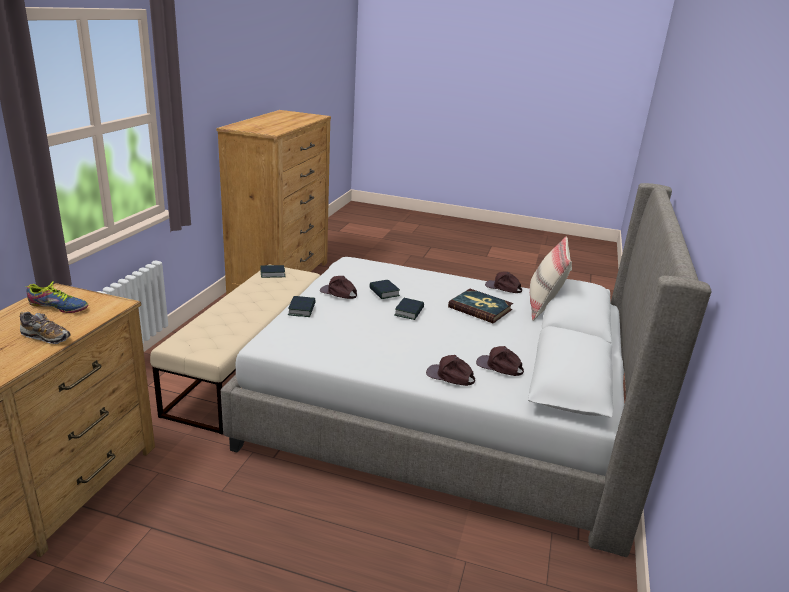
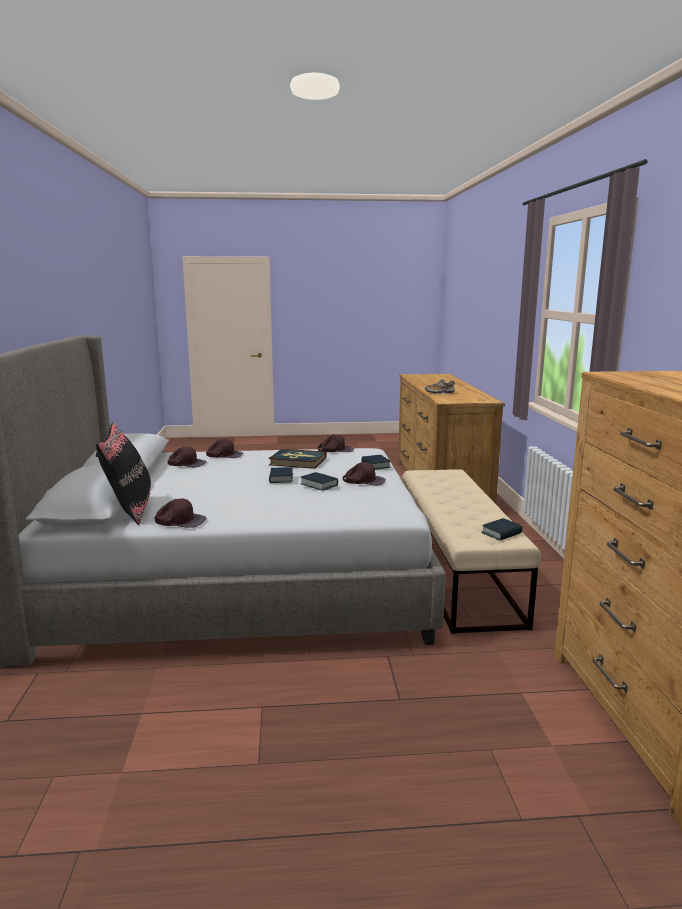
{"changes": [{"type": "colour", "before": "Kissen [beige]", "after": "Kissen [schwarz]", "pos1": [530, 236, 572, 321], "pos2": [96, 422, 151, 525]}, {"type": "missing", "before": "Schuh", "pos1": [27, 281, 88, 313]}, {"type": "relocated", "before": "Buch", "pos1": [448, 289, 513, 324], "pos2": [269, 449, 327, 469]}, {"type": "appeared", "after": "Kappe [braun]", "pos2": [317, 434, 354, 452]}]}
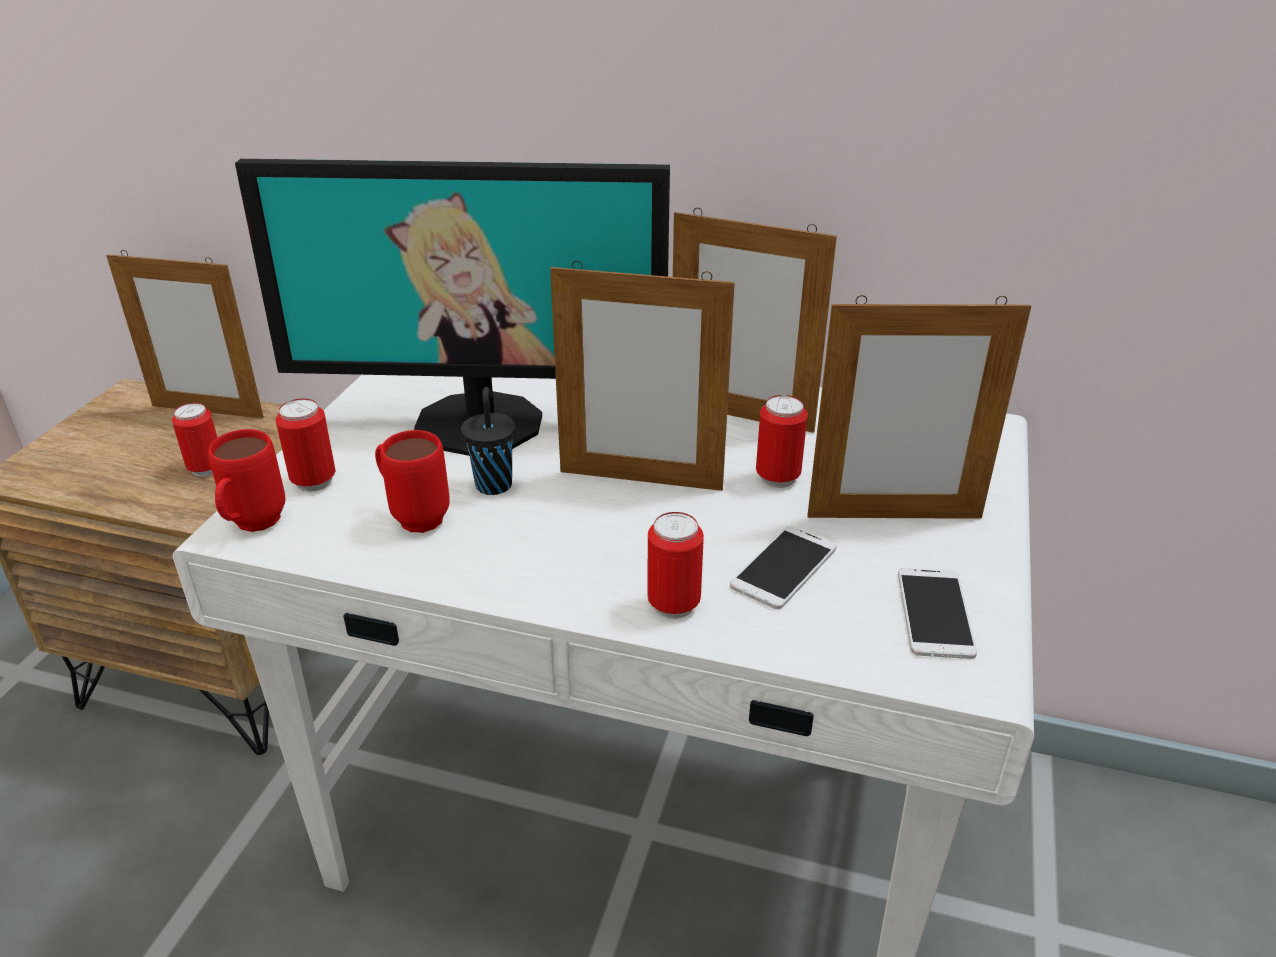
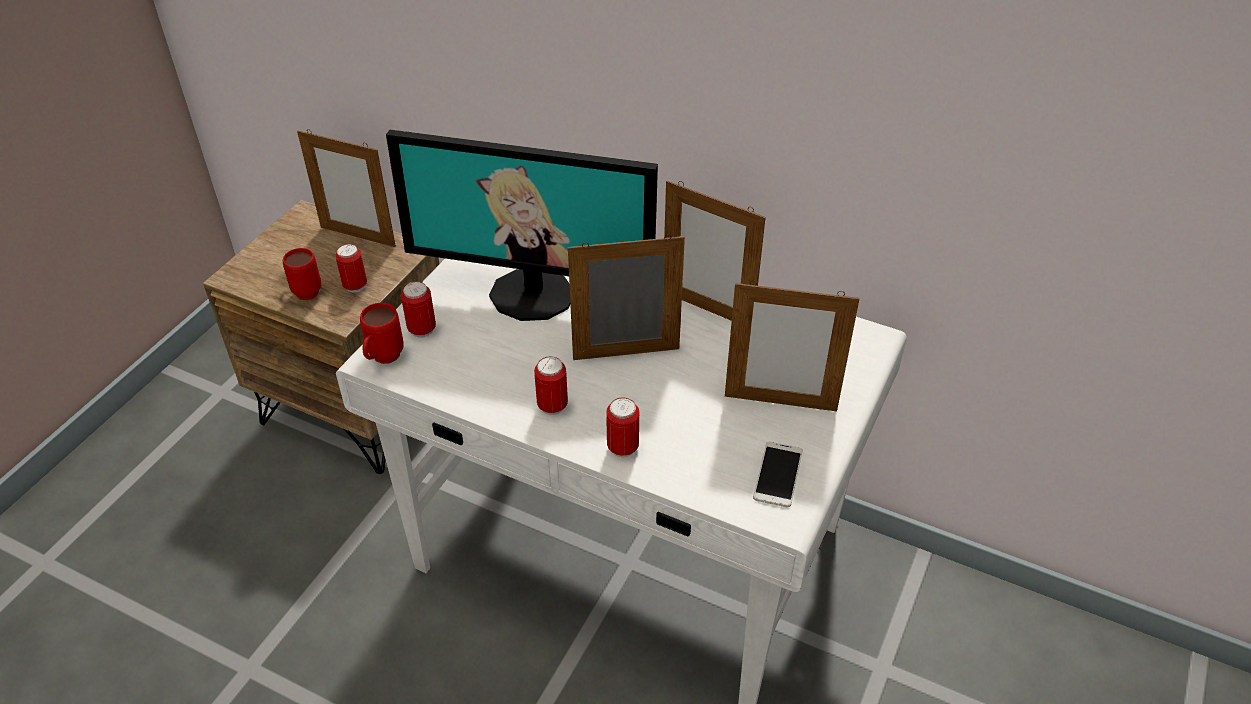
{"changes": [{"type": "spun", "before": "Bilderrahmen", "pos1": [550, 261, 735, 491], "pos2": [568, 235, 685, 360], "turn": 150}, {"type": "missing", "before": "Tasse [schwarz]", "pos1": [461, 387, 516, 495]}, {"type": "relocated", "before": "Dose", "pos1": [756, 395, 808, 488], "pos2": [534, 356, 568, 415]}, {"type": "relocated", "before": "Henkelbecher [rot]", "pos1": [375, 430, 450, 533], "pos2": [283, 248, 321, 300]}, {"type": "missing", "before": "Handy", "pos1": [730, 526, 836, 609]}]}
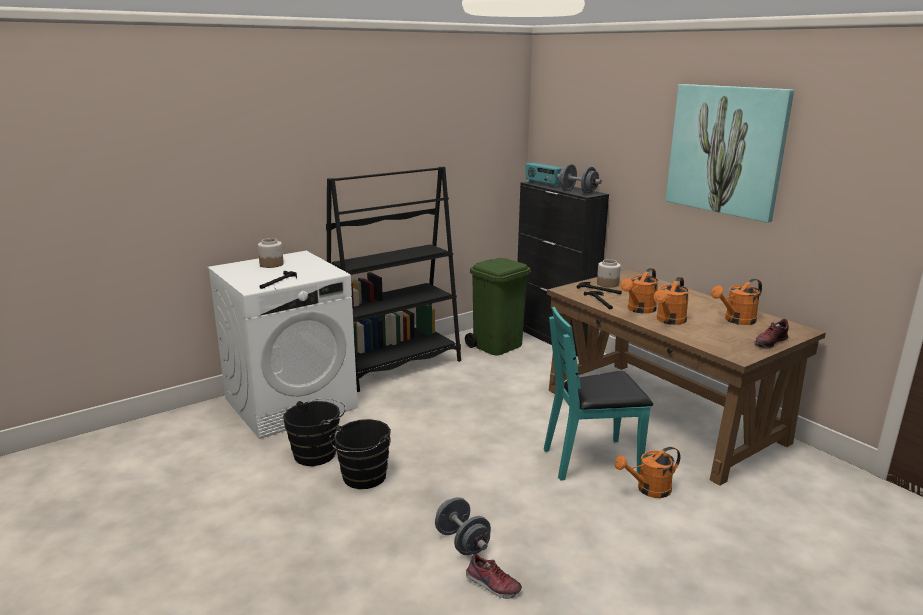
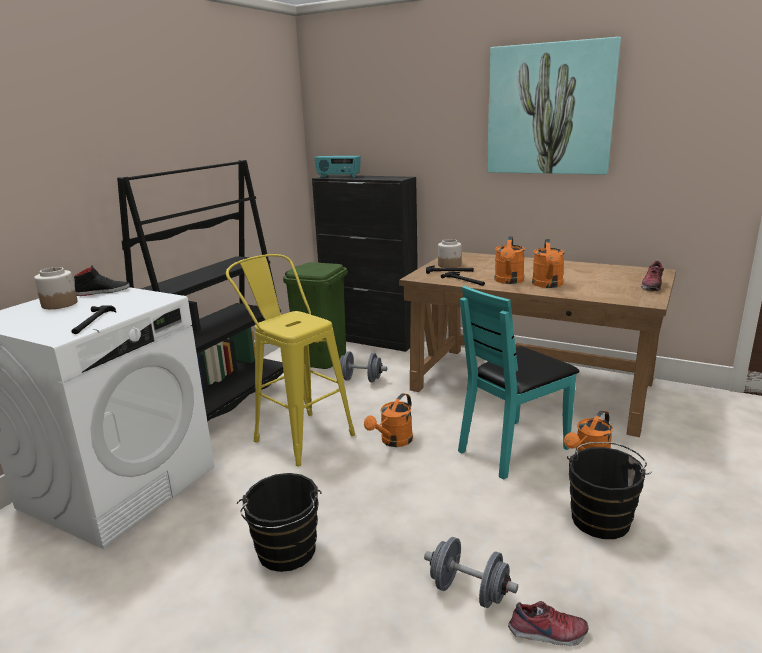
{"changes": [{"type": "relocated", "before": "Hantel [grau]", "pos1": [557, 164, 602, 194], "pos2": [340, 351, 387, 382]}, {"type": "relocated", "before": "Gießkanne [orange]", "pos1": [711, 279, 762, 325], "pos2": [364, 393, 413, 447]}, {"type": "relocated", "before": "Eimer [schwarz]", "pos1": [283, 398, 346, 466], "pos2": [567, 442, 652, 539]}, {"type": "appeared", "after": "Hocker [gelb]", "pos2": [226, 254, 355, 466]}, {"type": "appeared", "after": "Schuh [schwarz]", "pos2": [74, 266, 130, 296]}]}
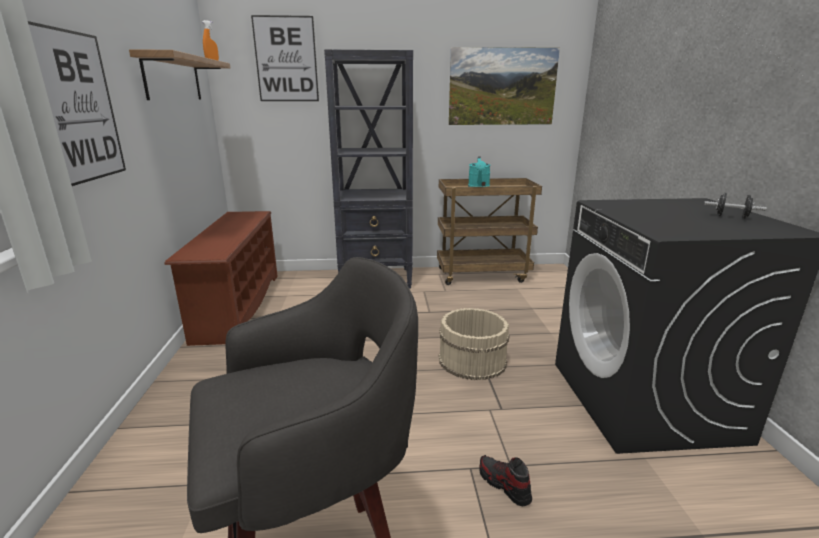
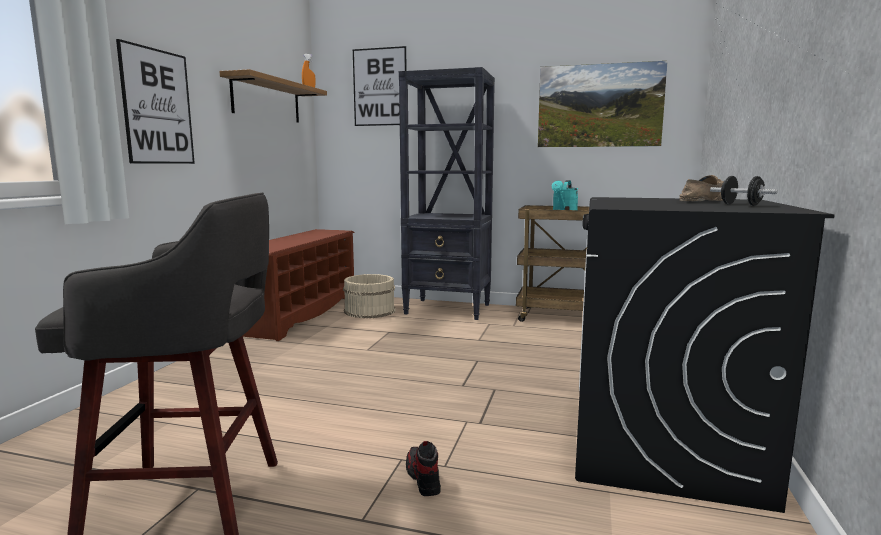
{"changes": [{"type": "relocated", "before": "Eimer [beige]", "pos1": [439, 308, 510, 380], "pos2": [343, 274, 395, 318]}, {"type": "appeared", "after": "Schuh [beige]", "pos2": [679, 175, 724, 202]}]}
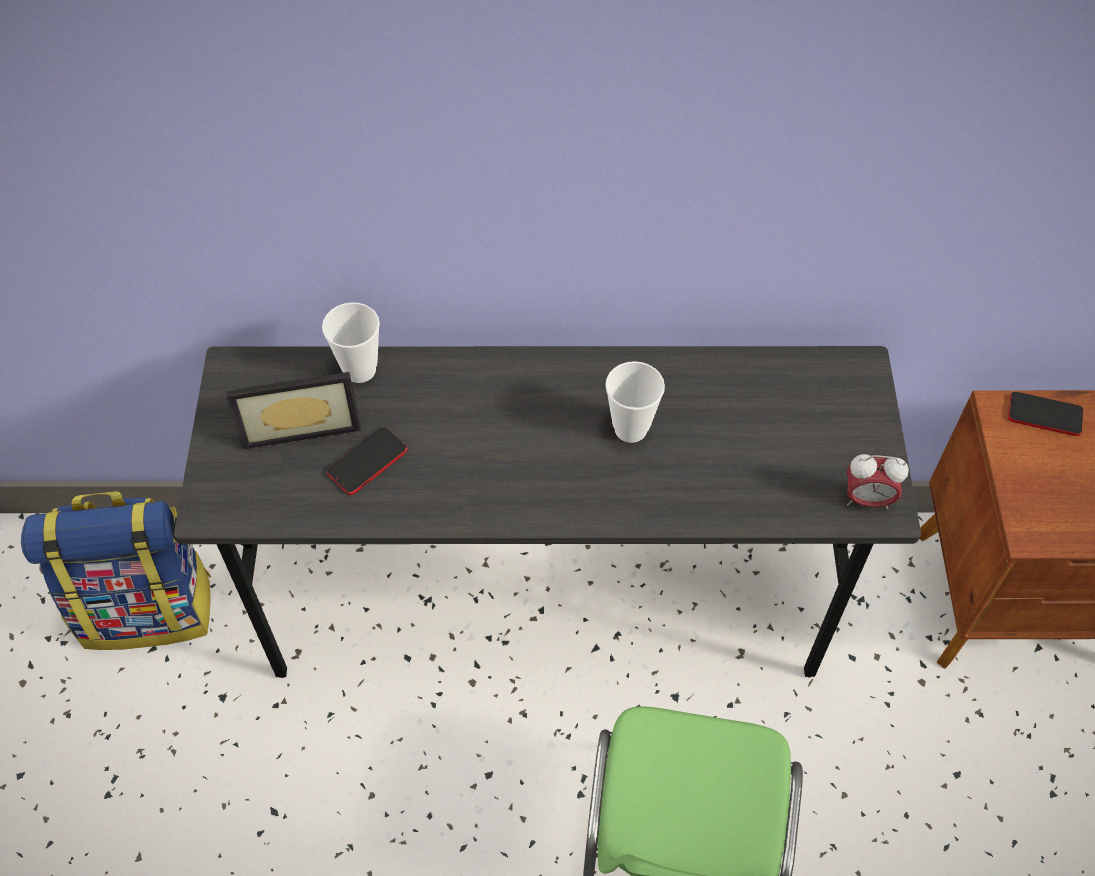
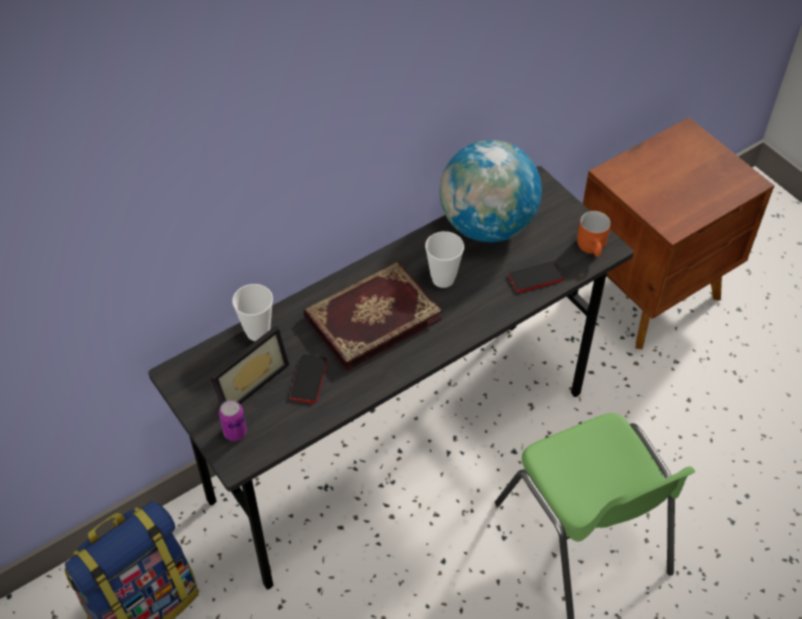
{"changes": [{"type": "relocated", "before": "Handy", "pos1": [1008, 392, 1084, 436], "pos2": [508, 261, 564, 292]}, {"type": "exchanged", "before": "Wecker", "after": "Henkelbecher [orange]", "pos1": [847, 454, 909, 509], "pos2": [577, 211, 611, 257]}, {"type": "appeared", "after": "Globus", "pos2": [440, 140, 542, 242]}, {"type": "appeared", "after": "Buch", "pos2": [304, 262, 442, 371]}, {"type": "appeared", "after": "Dose", "pos2": [219, 400, 247, 441]}]}
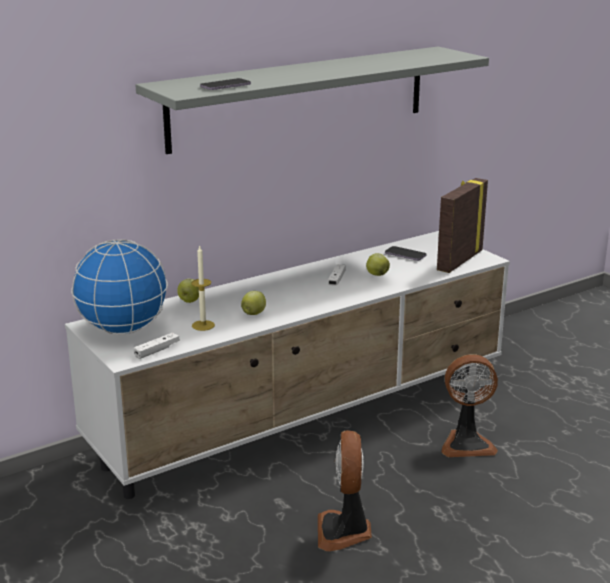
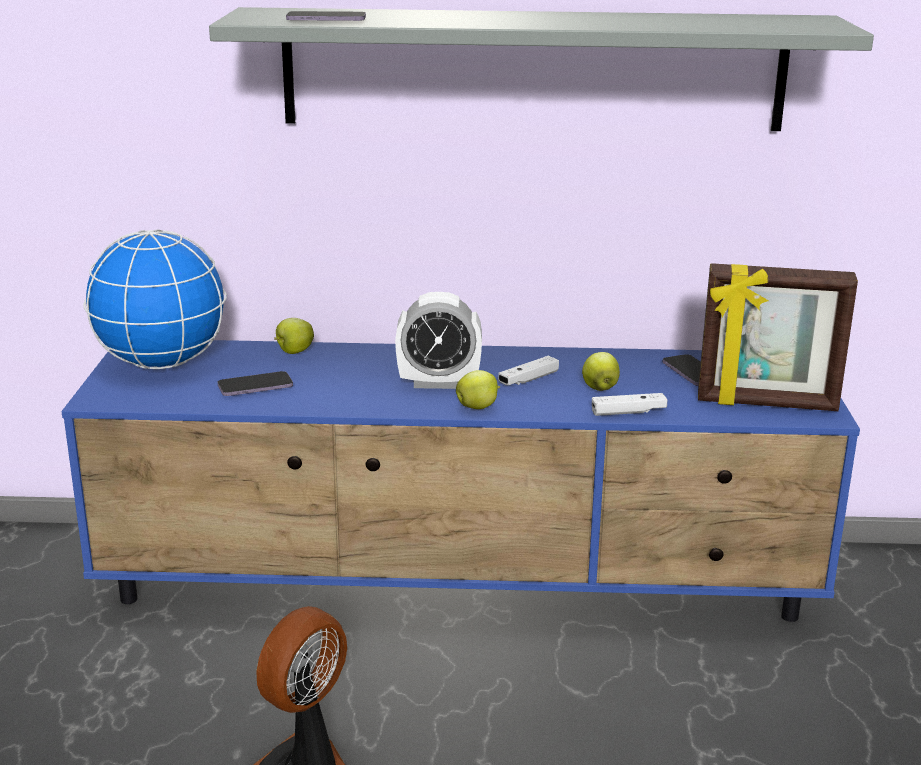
{"changes": [{"type": "spun", "before": "Bilderrahmen", "pos1": [437, 178, 488, 273], "pos2": [698, 263, 858, 411], "turn": -150}, {"type": "colour", "before": "Fernsehschrank [weiß]", "after": "Fernsehschrank [blau]", "pos1": [65, 231, 510, 499], "pos2": [61, 340, 860, 622]}, {"type": "exchanged", "before": "Kerze", "after": "Handy", "pos1": [191, 245, 215, 331], "pos2": [218, 371, 293, 396]}, {"type": "relocated", "before": "Apfel", "pos1": [241, 291, 266, 315], "pos2": [456, 370, 500, 409]}, {"type": "relocated", "before": "Gamepad [weiß]", "pos1": [134, 333, 180, 359], "pos2": [592, 393, 667, 416]}, {"type": "missing", "before": "Ventilator", "pos1": [441, 354, 498, 457]}, {"type": "appeared", "after": "Wecker", "pos2": [395, 292, 482, 389]}]}
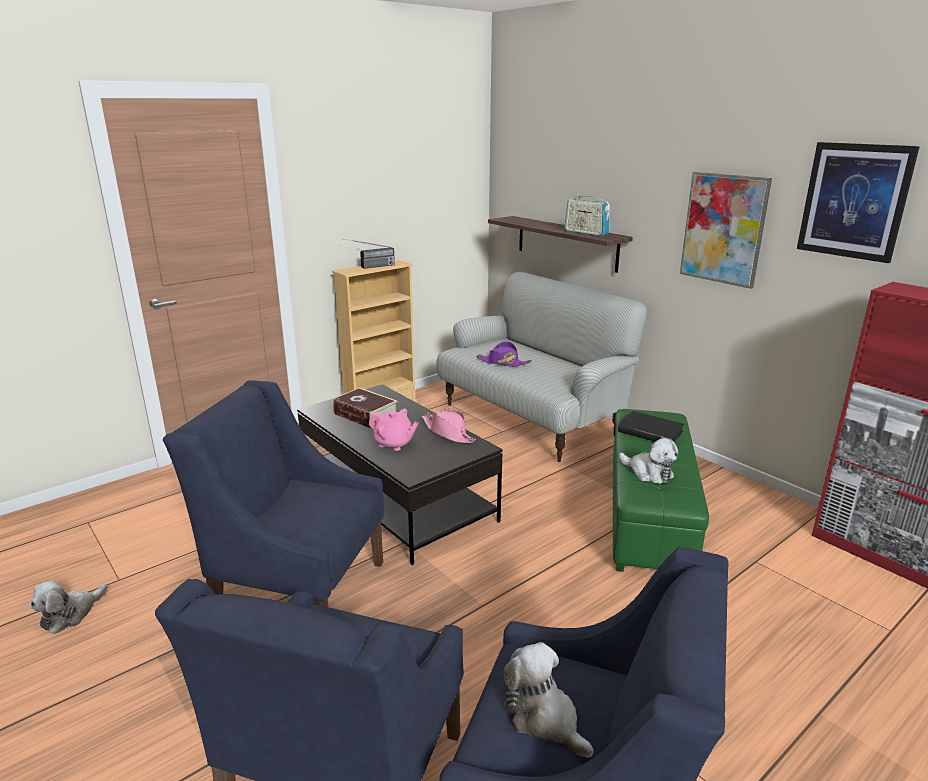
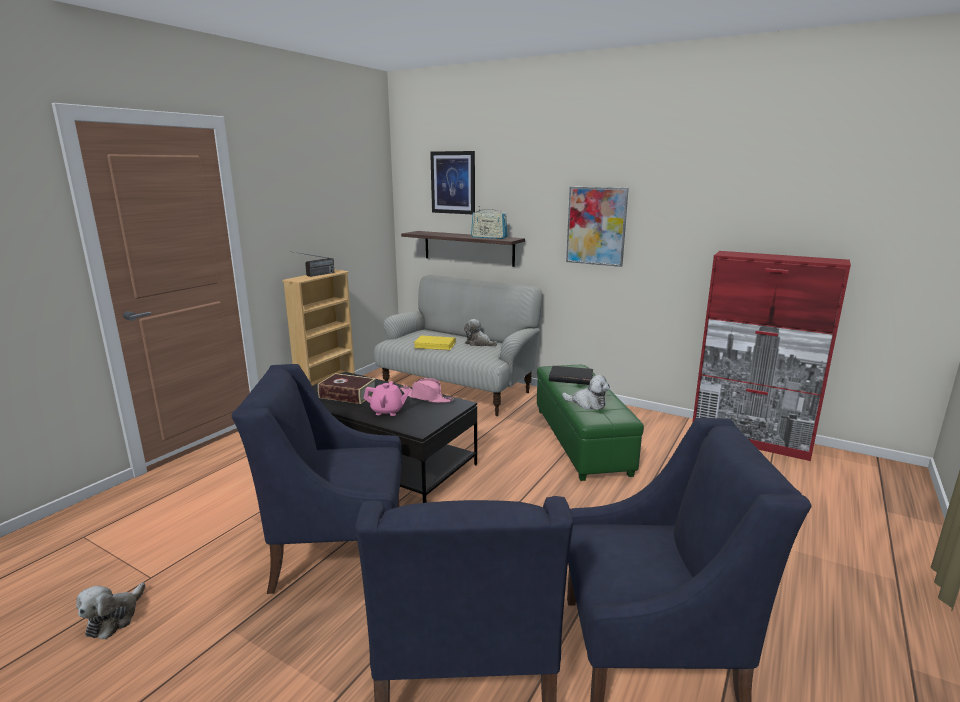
{"changes": [{"type": "relocated", "before": "Bild", "pos1": [797, 142, 920, 263], "pos2": [430, 151, 475, 214]}, {"type": "exchanged", "before": "Hut [lila]", "after": "Buch [gelb]", "pos1": [476, 341, 532, 367], "pos2": [414, 336, 456, 350]}, {"type": "relocated", "before": "Plüschtier", "pos1": [503, 642, 594, 758], "pos2": [464, 319, 497, 346]}]}
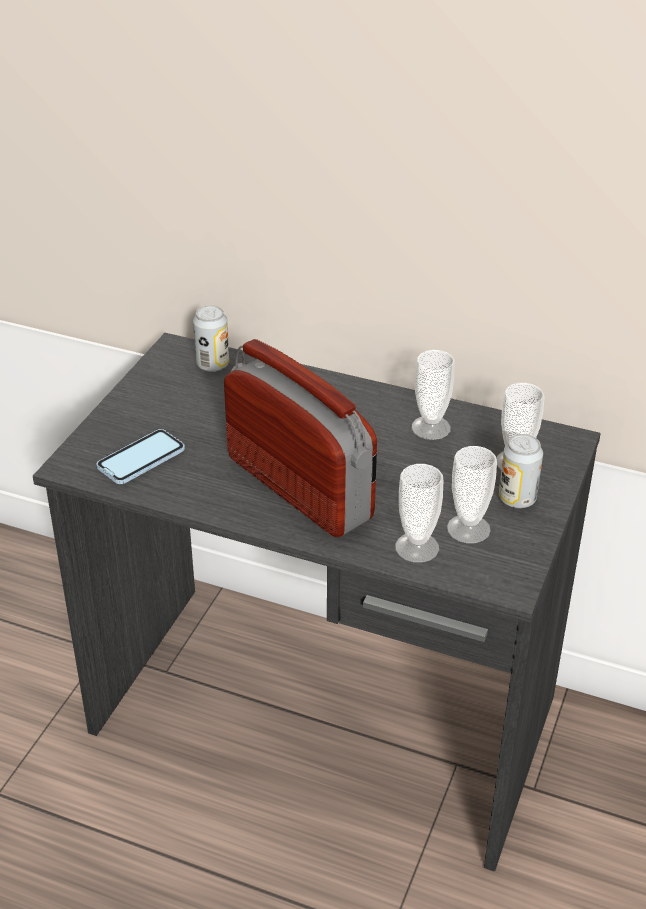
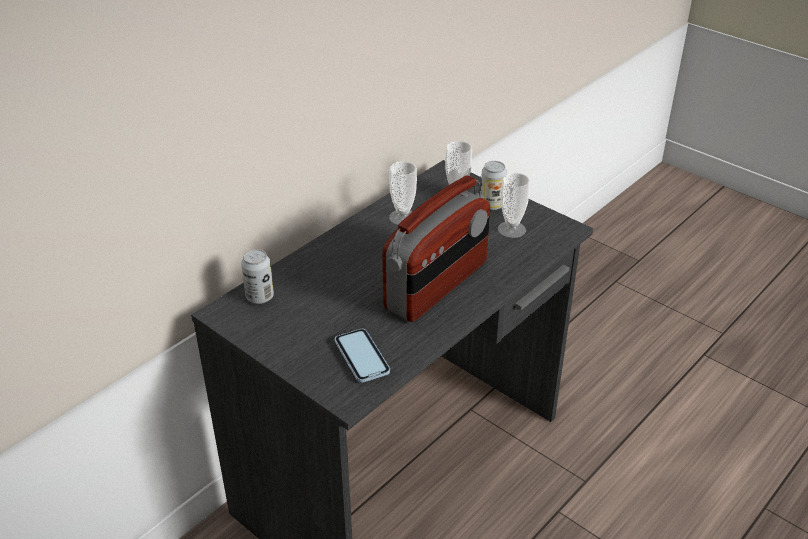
{"changes": [{"type": "spun", "before": "Radio", "pos1": [224, 339, 377, 537], "pos2": [382, 175, 490, 322], "turn": 150}, {"type": "missing", "before": "Tasse", "pos1": [395, 464, 443, 563]}]}
